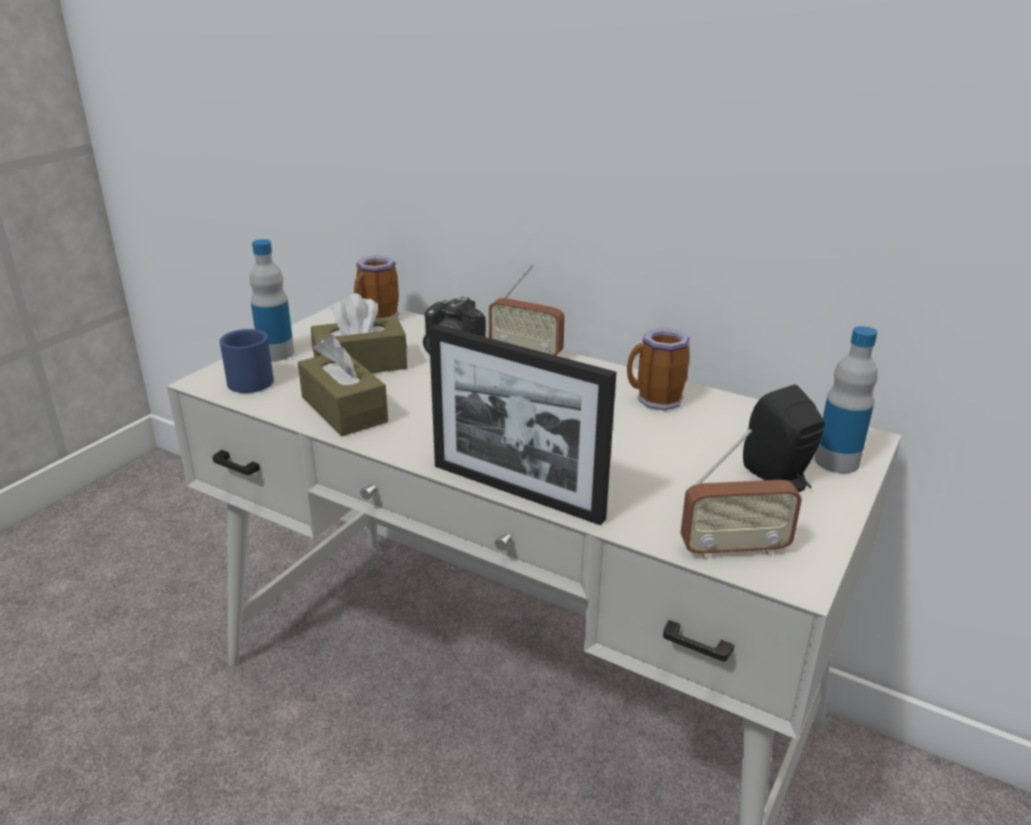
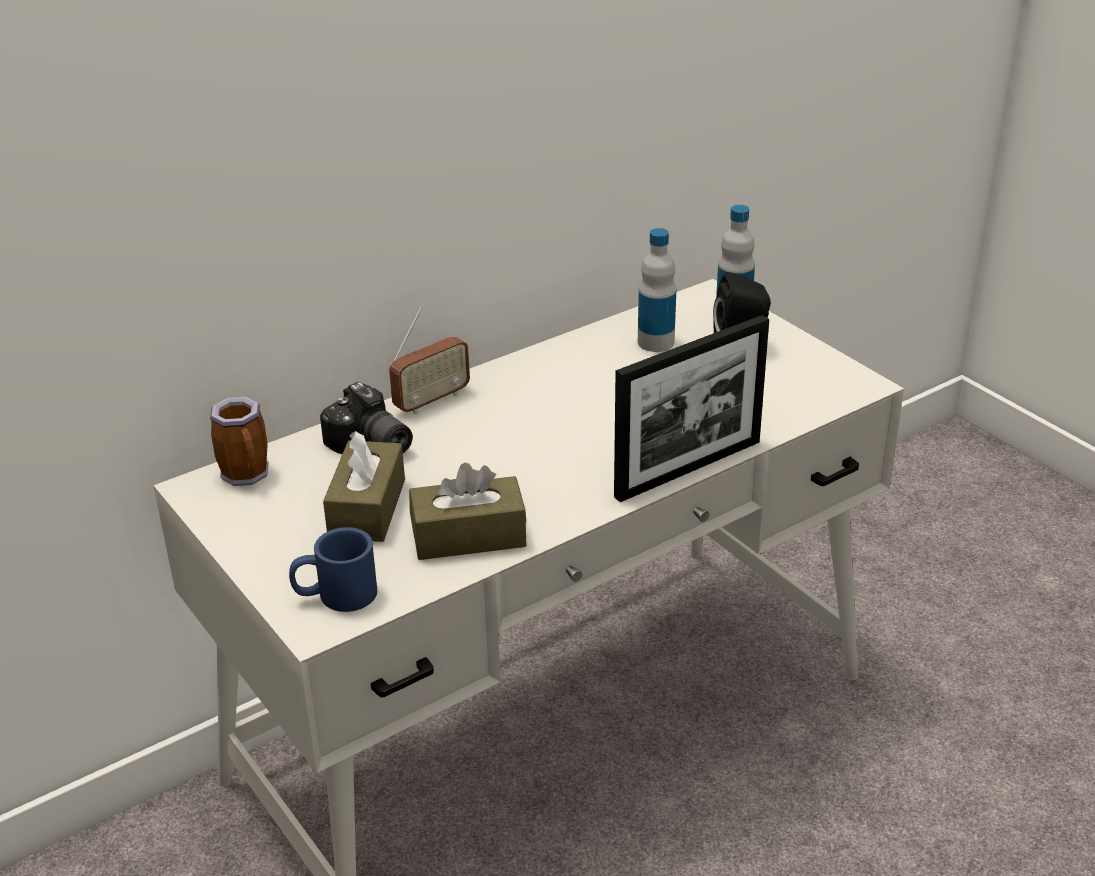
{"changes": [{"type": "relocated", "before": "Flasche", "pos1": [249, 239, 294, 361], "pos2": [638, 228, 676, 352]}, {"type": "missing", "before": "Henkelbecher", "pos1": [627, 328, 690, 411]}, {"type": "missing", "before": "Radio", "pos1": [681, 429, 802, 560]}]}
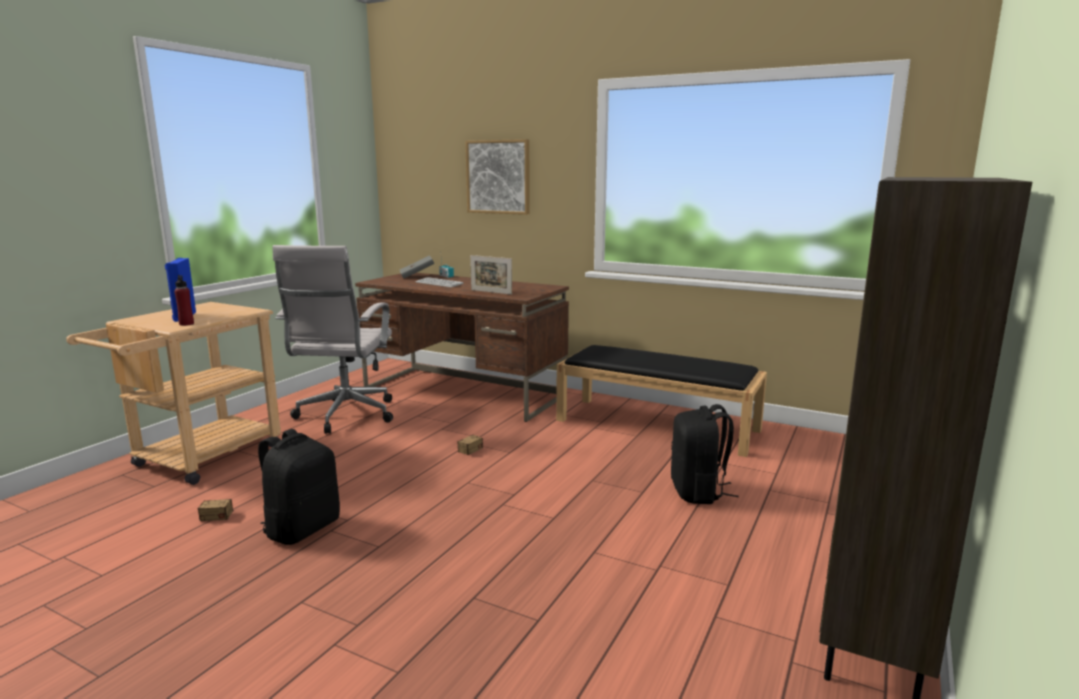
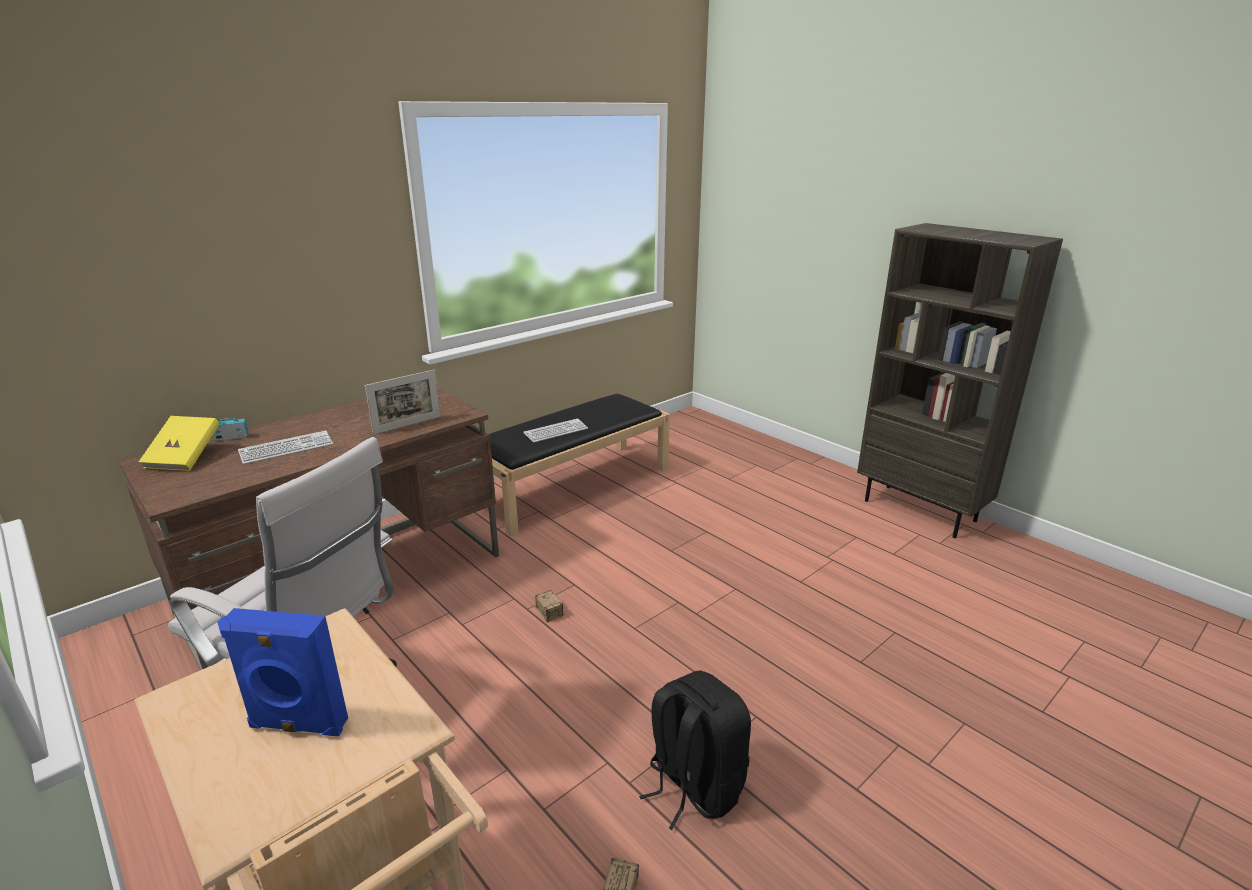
{"changes": [{"type": "missing", "before": "Bild", "pos1": [465, 139, 530, 215]}, {"type": "colour", "before": "Buch [grau]", "after": "Buch [gelb]", "pos1": [400, 255, 434, 279], "pos2": [139, 416, 219, 471]}, {"type": "missing", "before": "Flasche [rot]", "pos1": [174, 275, 194, 326]}, {"type": "missing", "before": "Rucksack [schwarz]", "pos1": [671, 404, 739, 504]}, {"type": "appeared", "after": "Tastatur", "pos2": [523, 419, 588, 443]}]}
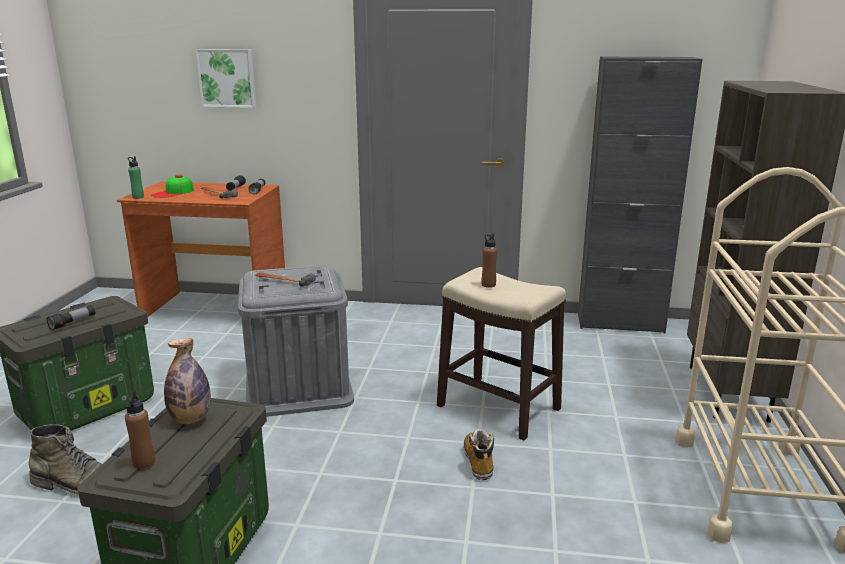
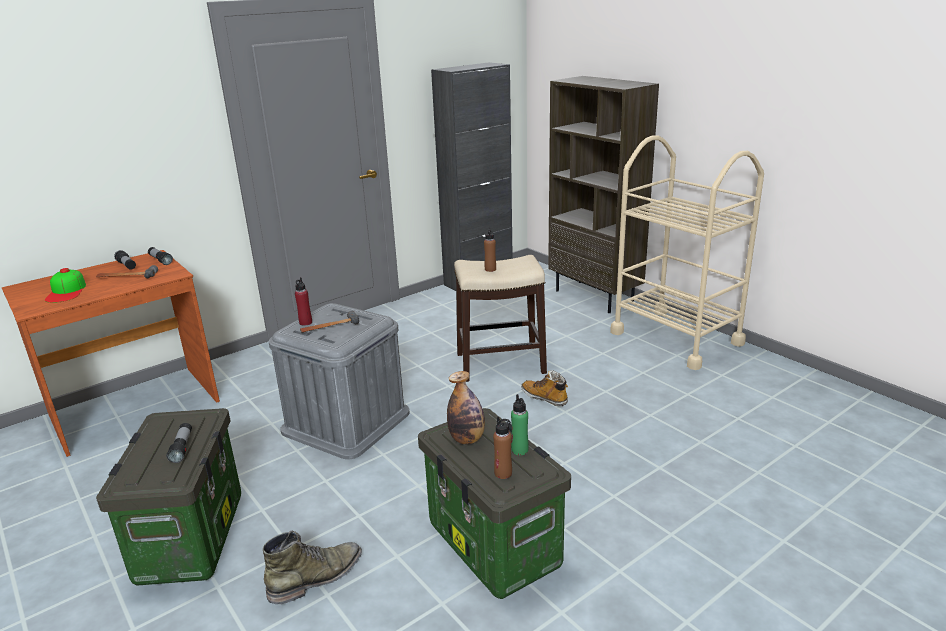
{"changes": [{"type": "missing", "before": "Bild", "pos1": [196, 49, 256, 108]}, {"type": "relocated", "before": "Flasche [grün]", "pos1": [128, 156, 144, 199], "pos2": [511, 394, 529, 455]}, {"type": "appeared", "after": "Flasche [rot]", "pos2": [295, 277, 312, 326]}]}
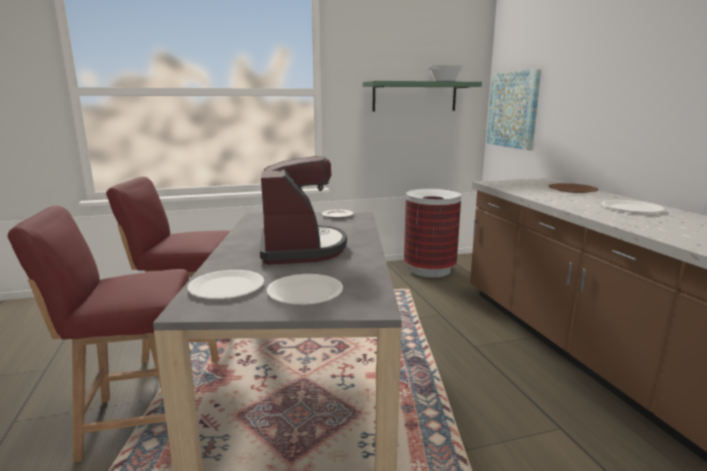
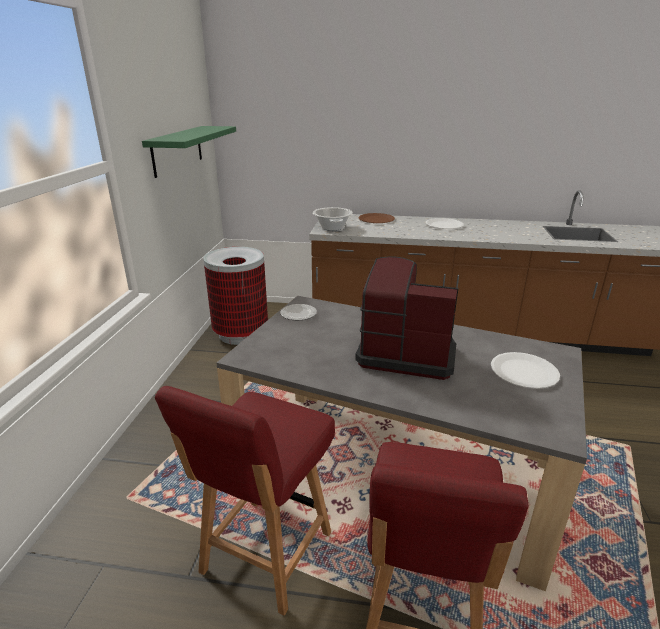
{"changes": [{"type": "relocated", "before": "Kochtopf", "pos1": [427, 65, 465, 82], "pos2": [313, 207, 353, 231]}, {"type": "missing", "before": "Bild", "pos1": [487, 69, 541, 150]}, {"type": "missing", "before": "Teller [weiß]", "pos1": [187, 270, 264, 299]}]}
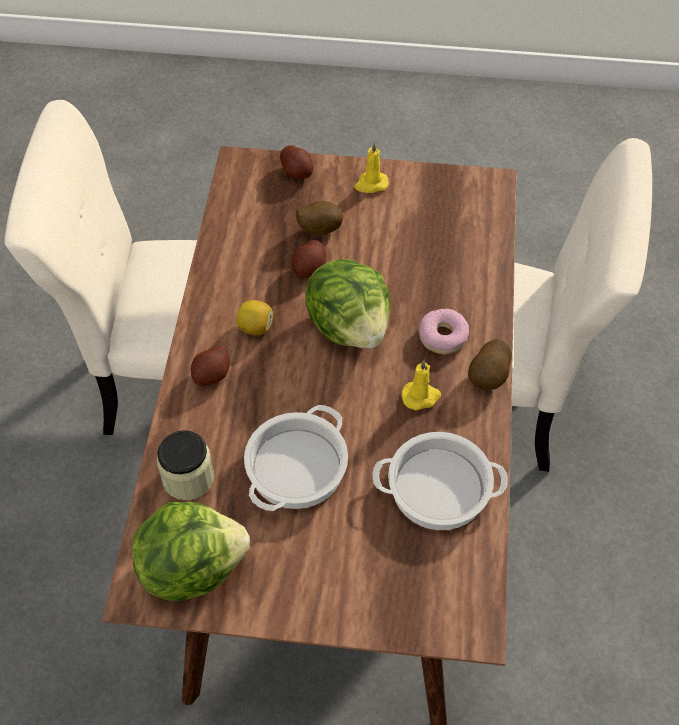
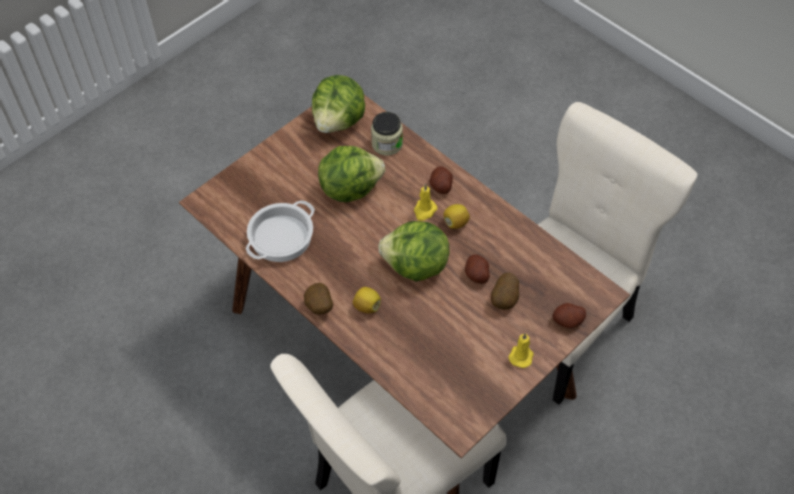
{"changes": [{"type": "exchanged", "before": "Donut", "after": "Zitrone", "pos1": [419, 309, 469, 354], "pos2": [353, 287, 381, 314]}, {"type": "relocated", "before": "Kerze [gelb]", "pos1": [401, 360, 441, 410], "pos2": [414, 183, 437, 221]}, {"type": "exchanged", "before": "Kochtopf", "after": "Salatkopf", "pos1": [244, 405, 348, 511], "pos2": [318, 146, 385, 202]}]}
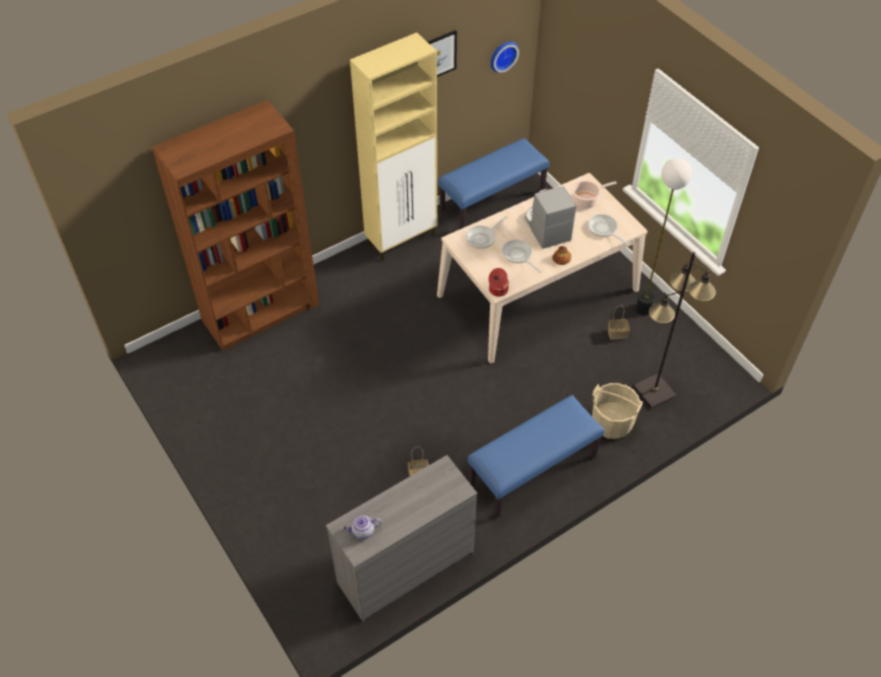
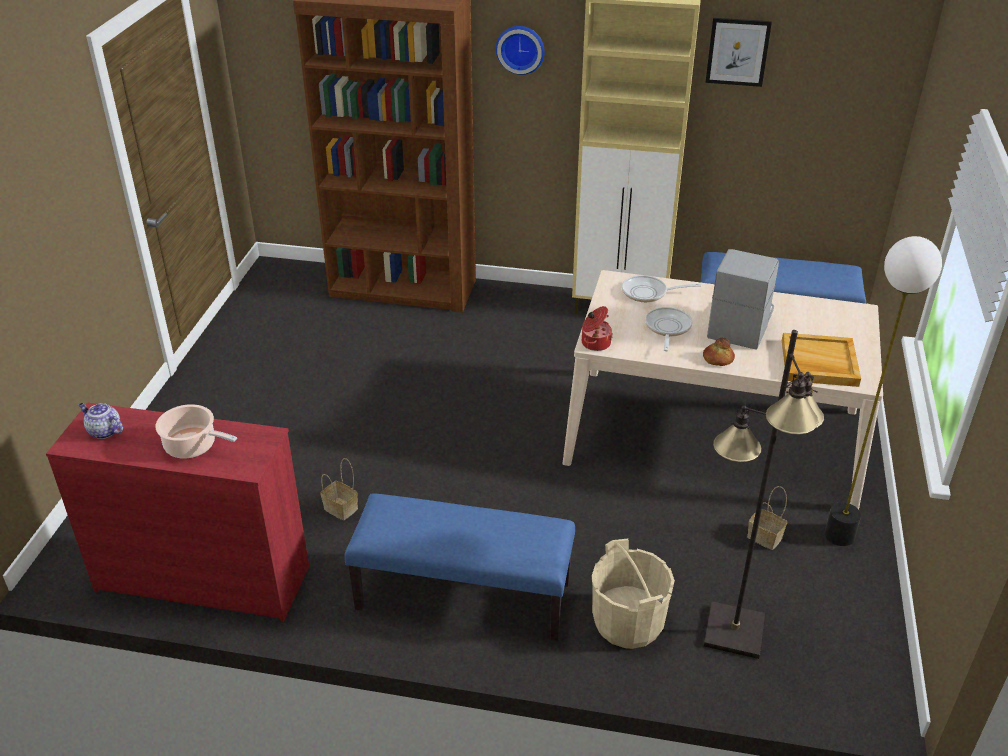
{"changes": [{"type": "relocated", "before": "Wanduhr", "pos1": [491, 42, 519, 73], "pos2": [496, 26, 545, 75]}, {"type": "relocated", "before": "Kochtopf", "pos1": [572, 180, 617, 209], "pos2": [155, 404, 237, 459]}, {"type": "exchanged", "before": "Pfanne", "after": "Tablett [beige]", "pos1": [588, 214, 629, 246], "pos2": [782, 333, 861, 387]}, {"type": "colour", "before": "Kommode [grau]", "after": "Kommode [rot]", "pos1": [326, 455, 477, 622], "pos2": [46, 403, 309, 622]}]}
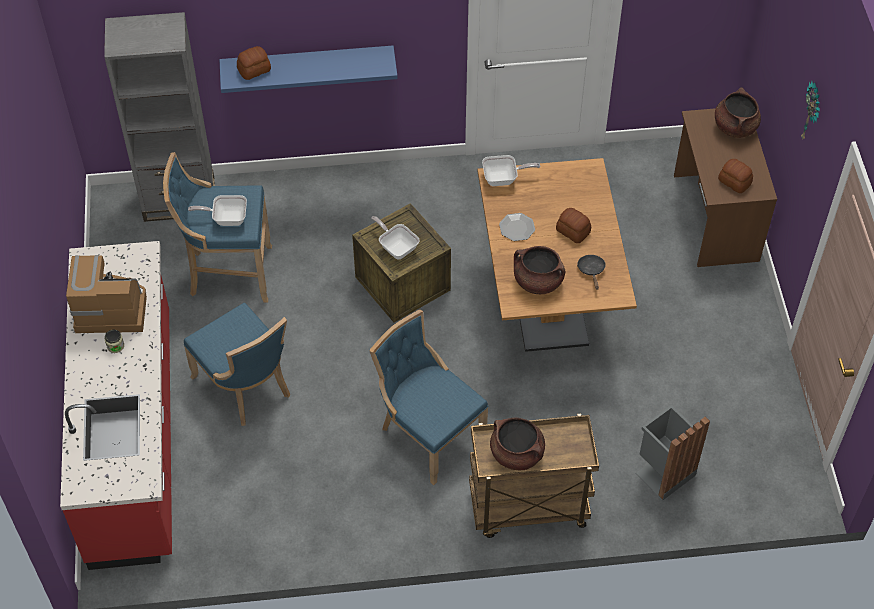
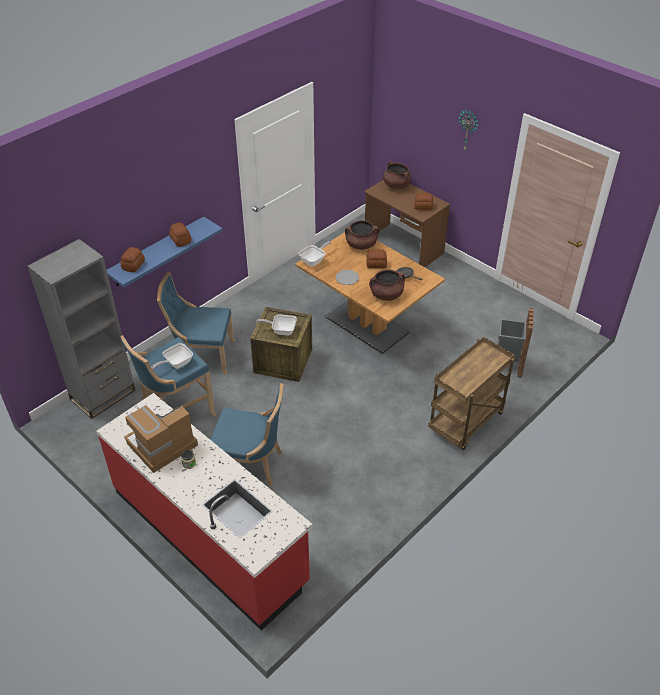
{"changes": [{"type": "relocated", "before": "Stuhl [blau]", "pos1": [369, 309, 488, 485], "pos2": [157, 271, 235, 374]}, {"type": "relocated", "before": "Kochtopf [braun]", "pos1": [490, 417, 545, 470], "pos2": [345, 220, 379, 250]}, {"type": "appeared", "after": "Brot", "pos2": [169, 223, 191, 247]}]}
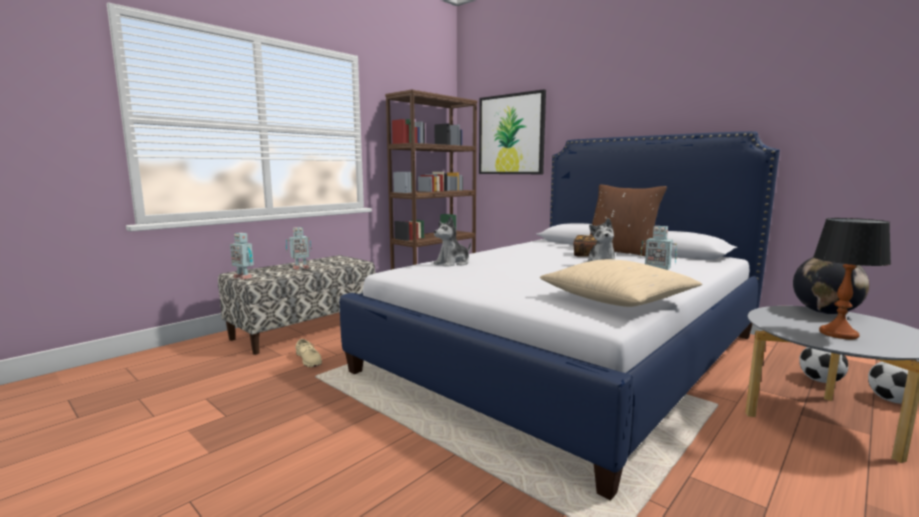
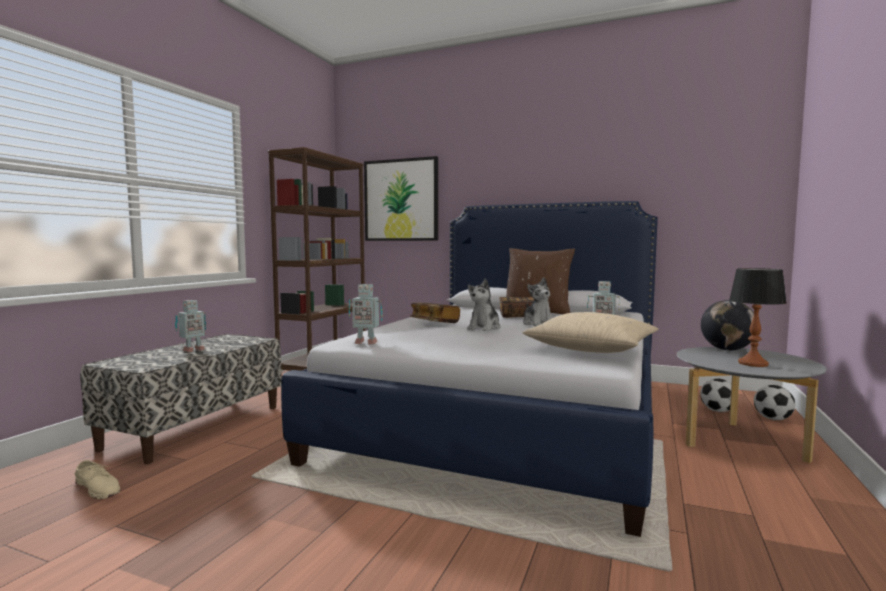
{"changes": [{"type": "relocated", "before": "Plüschtier", "pos1": [433, 217, 471, 267], "pos2": [467, 278, 501, 331]}, {"type": "relocated", "before": "Spielzeugroboter", "pos1": [230, 233, 254, 280], "pos2": [349, 284, 383, 345]}, {"type": "relocated", "before": "Schuh [beige]", "pos1": [295, 339, 322, 367], "pos2": [75, 460, 120, 499]}, {"type": "appeared", "after": "Buch", "pos2": [410, 303, 460, 323]}]}
